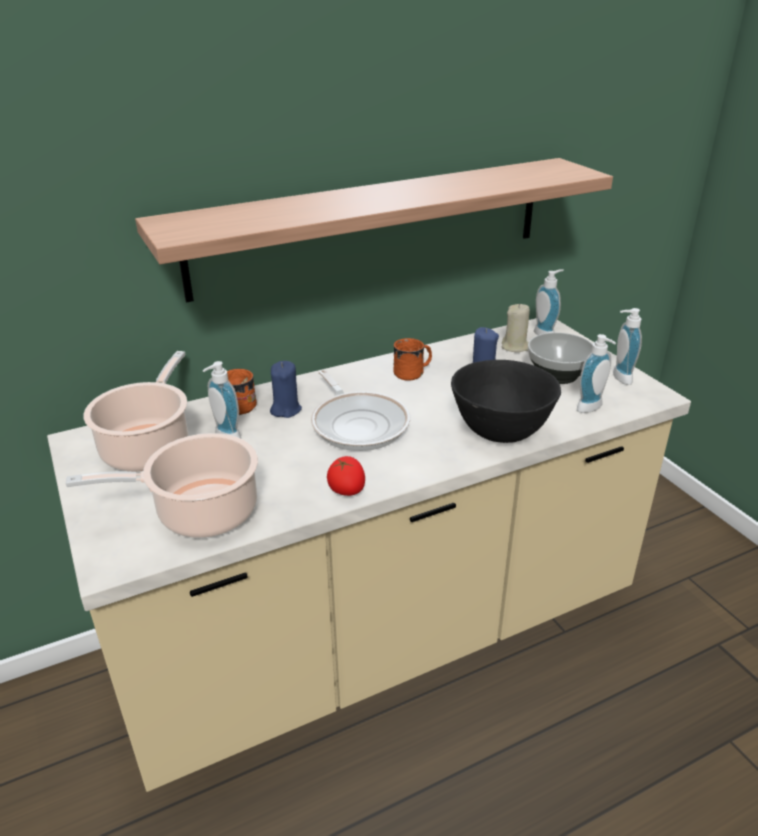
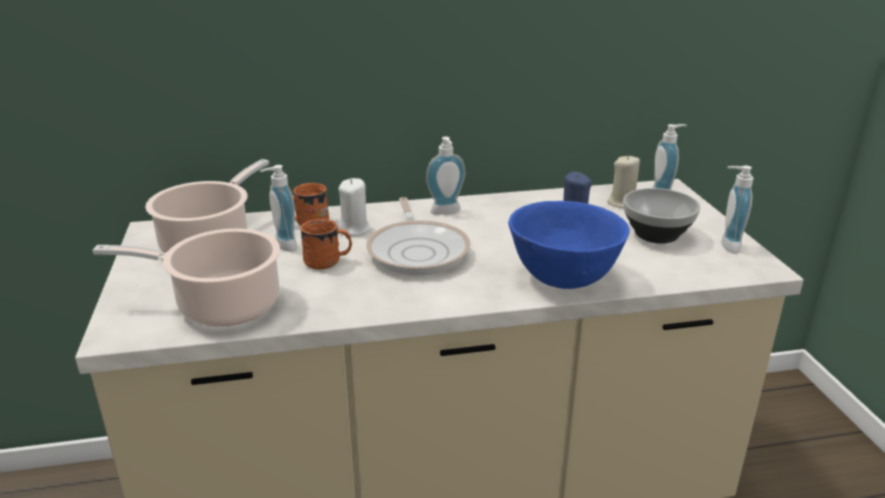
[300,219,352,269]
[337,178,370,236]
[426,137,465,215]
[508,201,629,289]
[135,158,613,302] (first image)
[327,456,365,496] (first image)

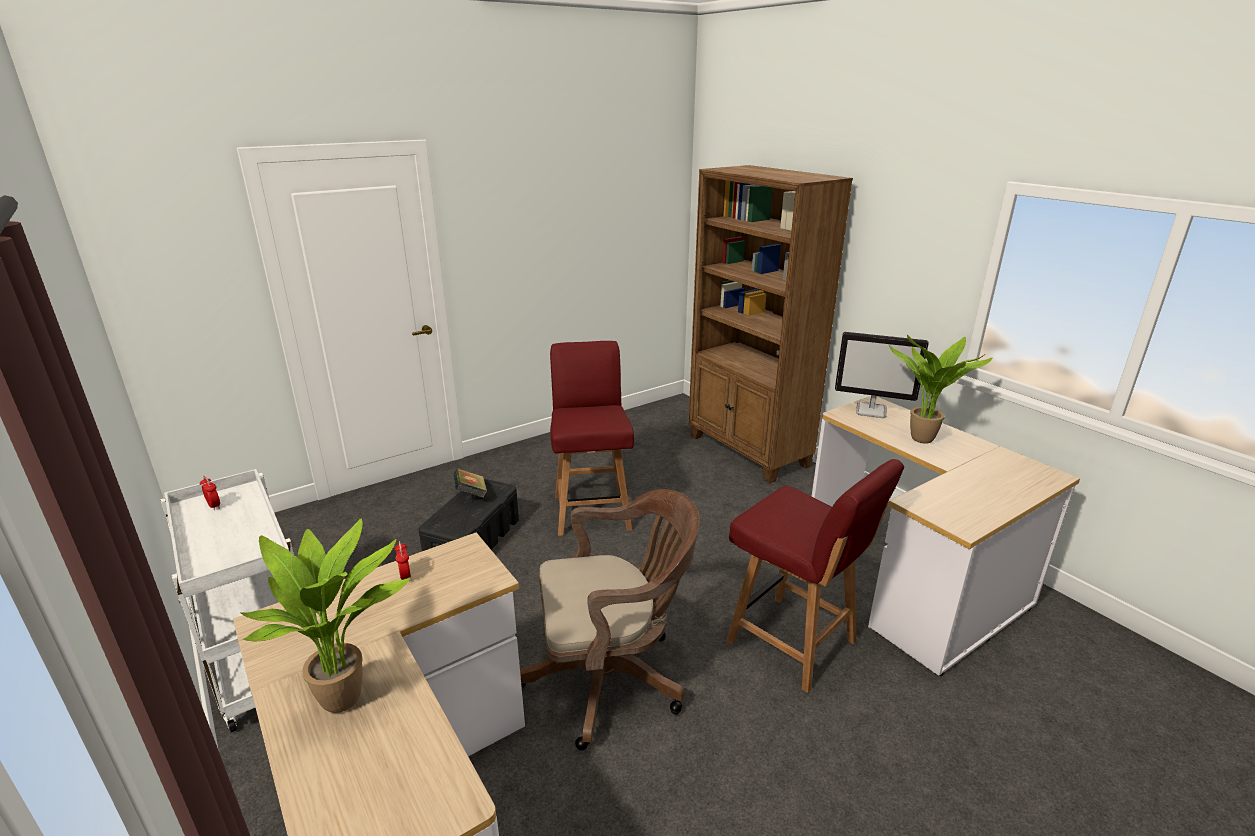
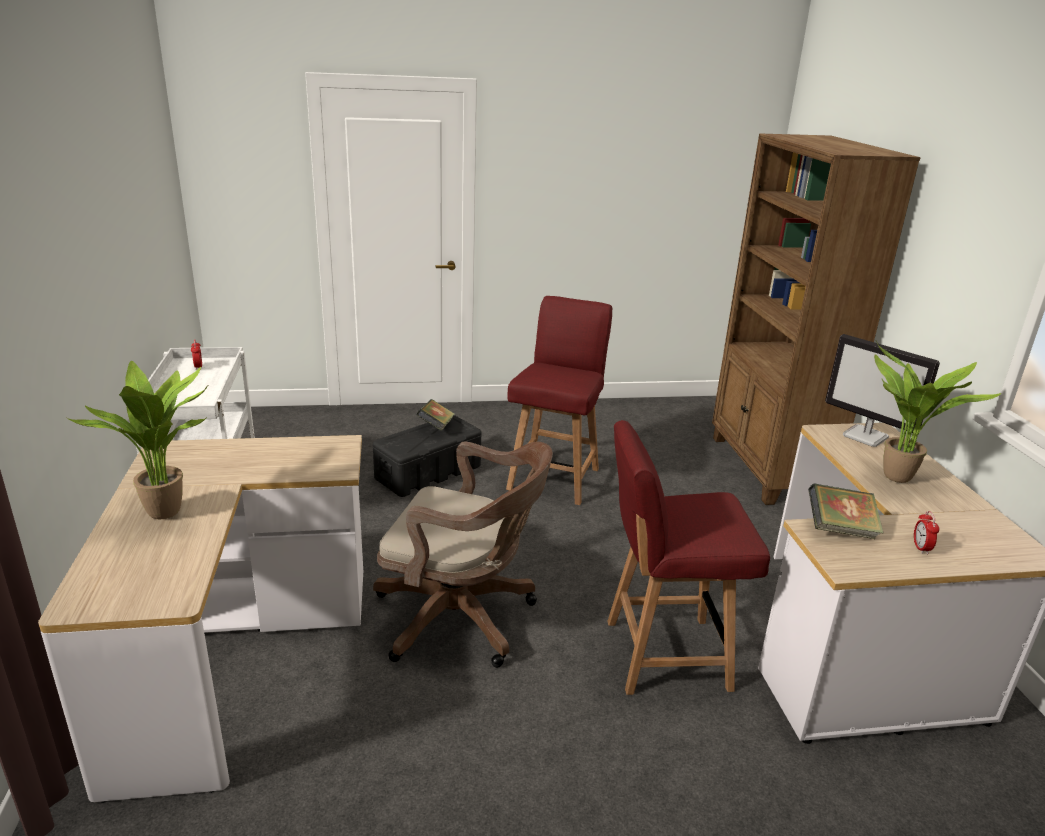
[607,420,770,695]
[808,483,884,539]
[914,511,939,554]

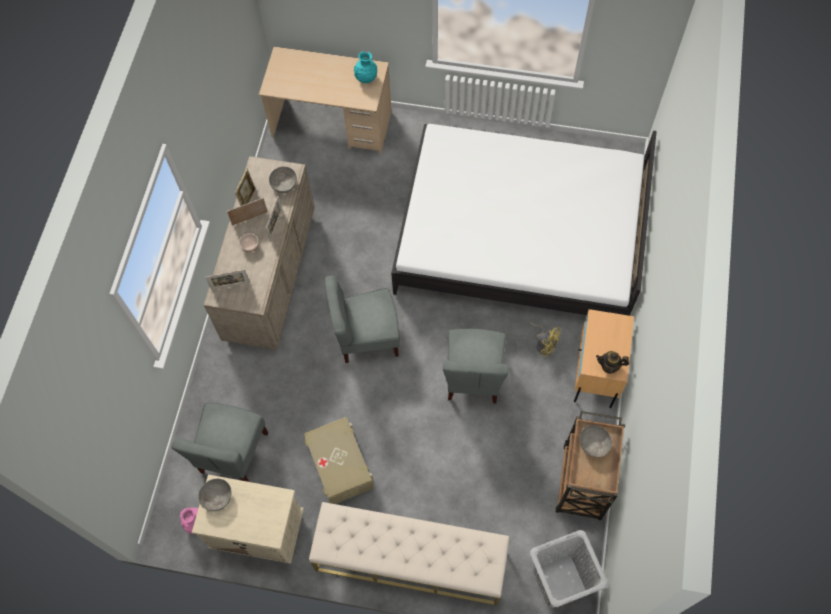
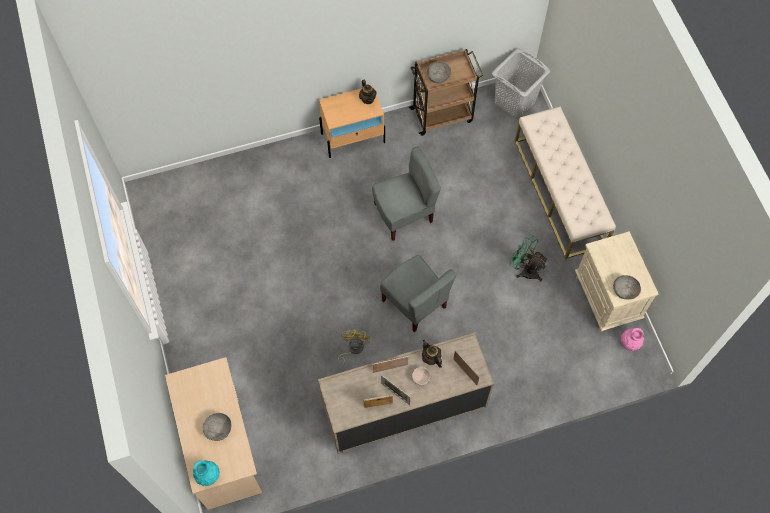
[193,460,220,486]
[203,413,231,441]
[338,329,370,369]
[422,340,442,368]
[509,235,548,281]
[172,403,268,482] (first image)
[391,124,657,316] (first image)

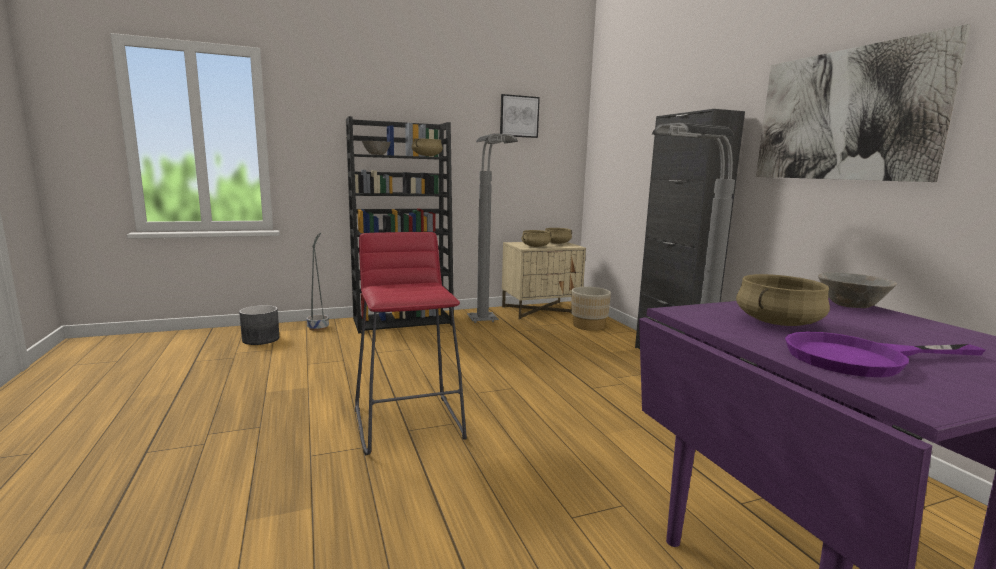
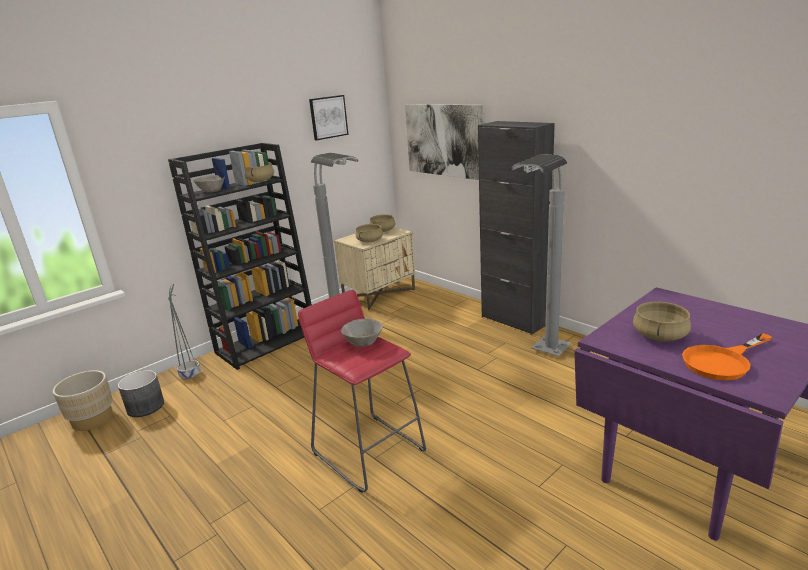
[53,370,113,431]
[341,319,383,347]
[405,104,485,180]
[682,333,772,380]

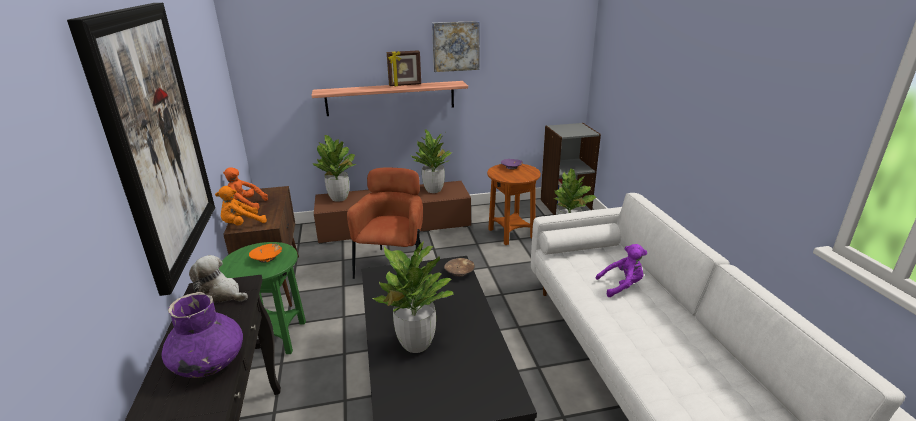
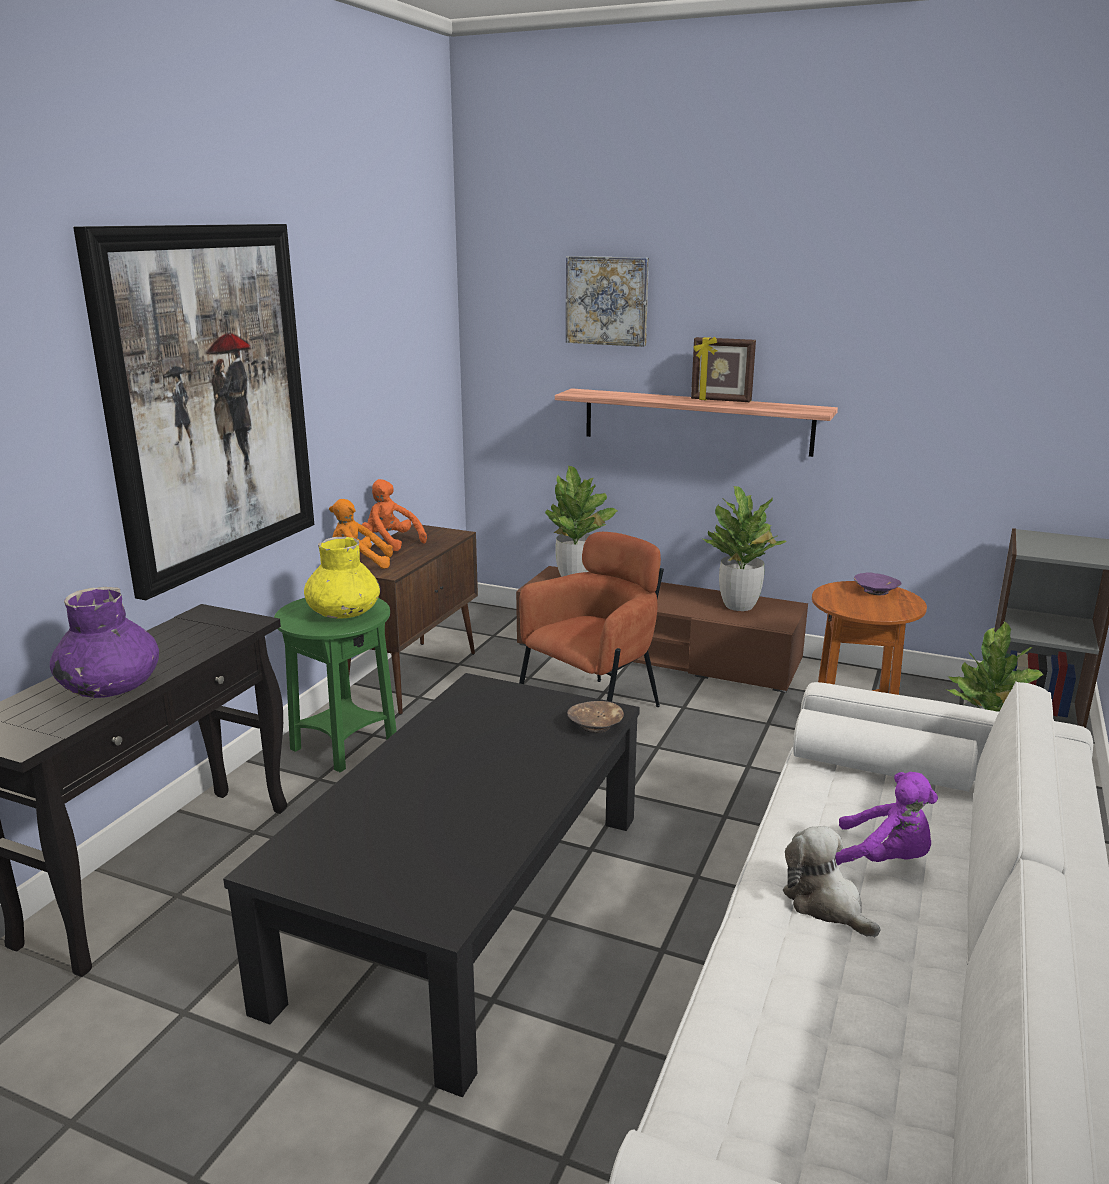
[304,537,380,619]
[566,256,649,347]
[783,826,880,937]
[371,241,454,353] (first image)

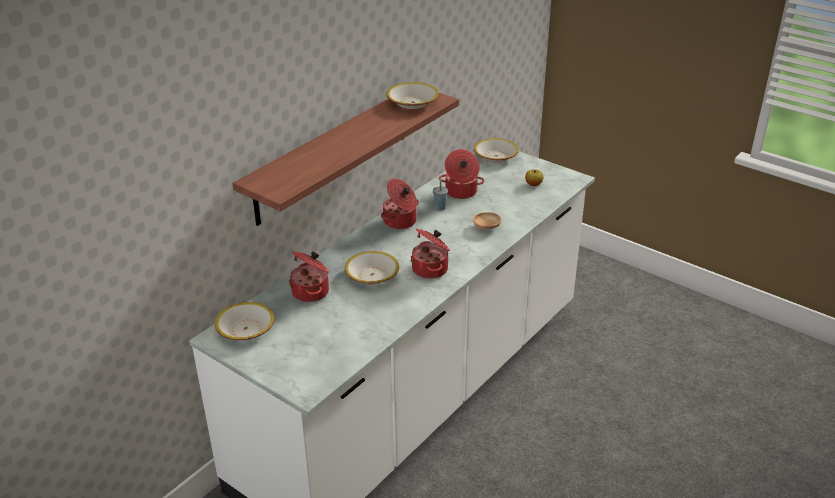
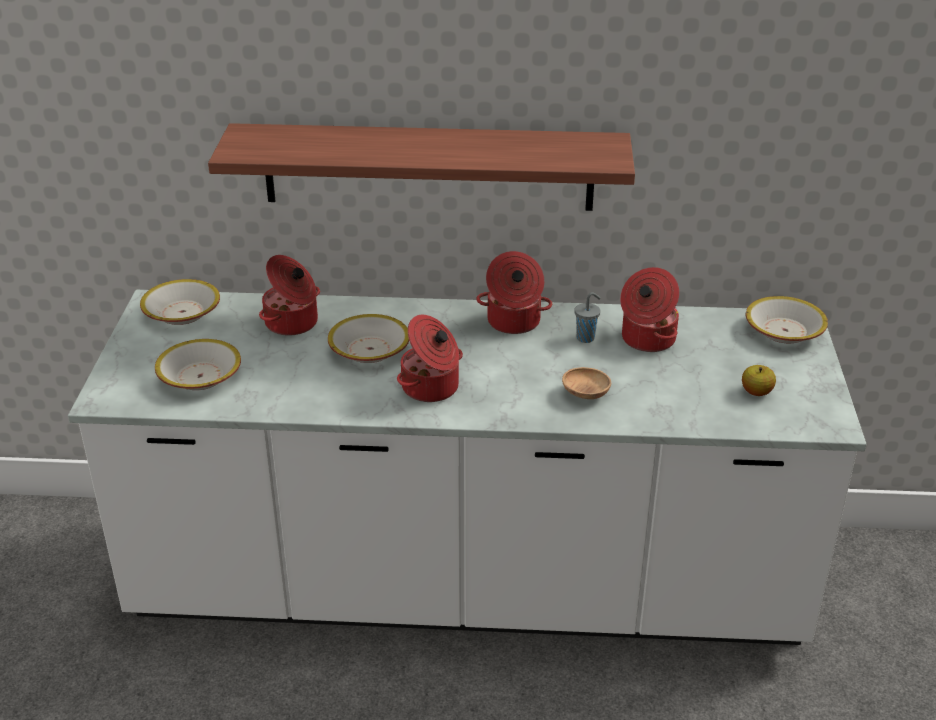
[155,339,241,390]

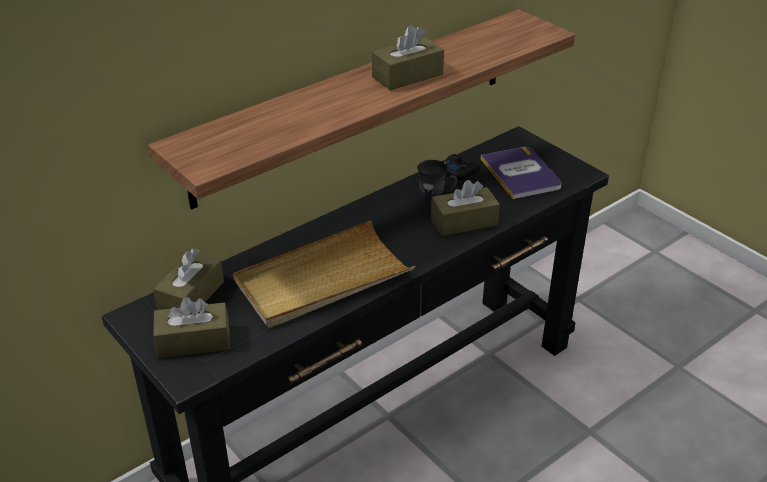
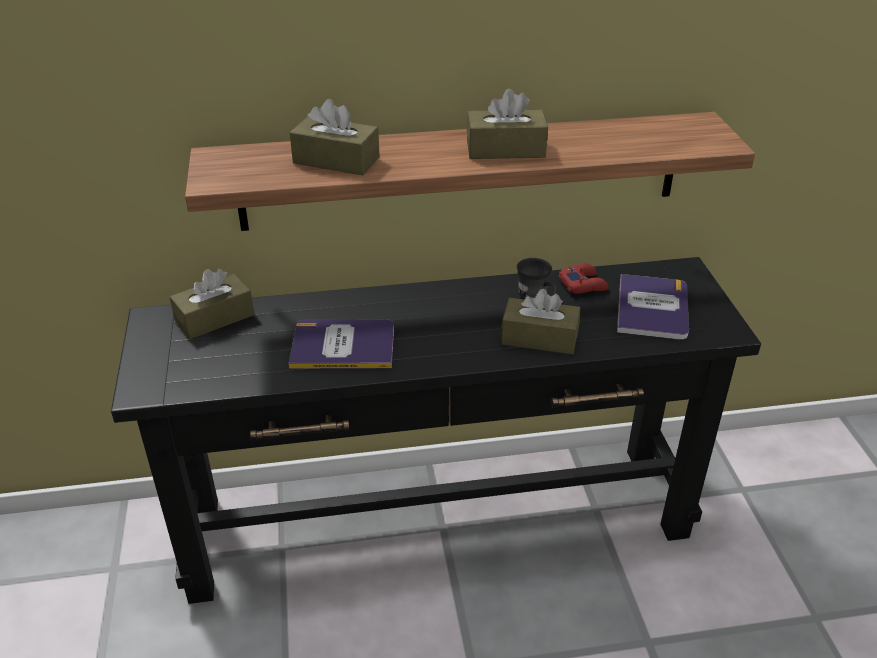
[289,319,394,368]
[290,99,380,175]
[558,263,609,294]

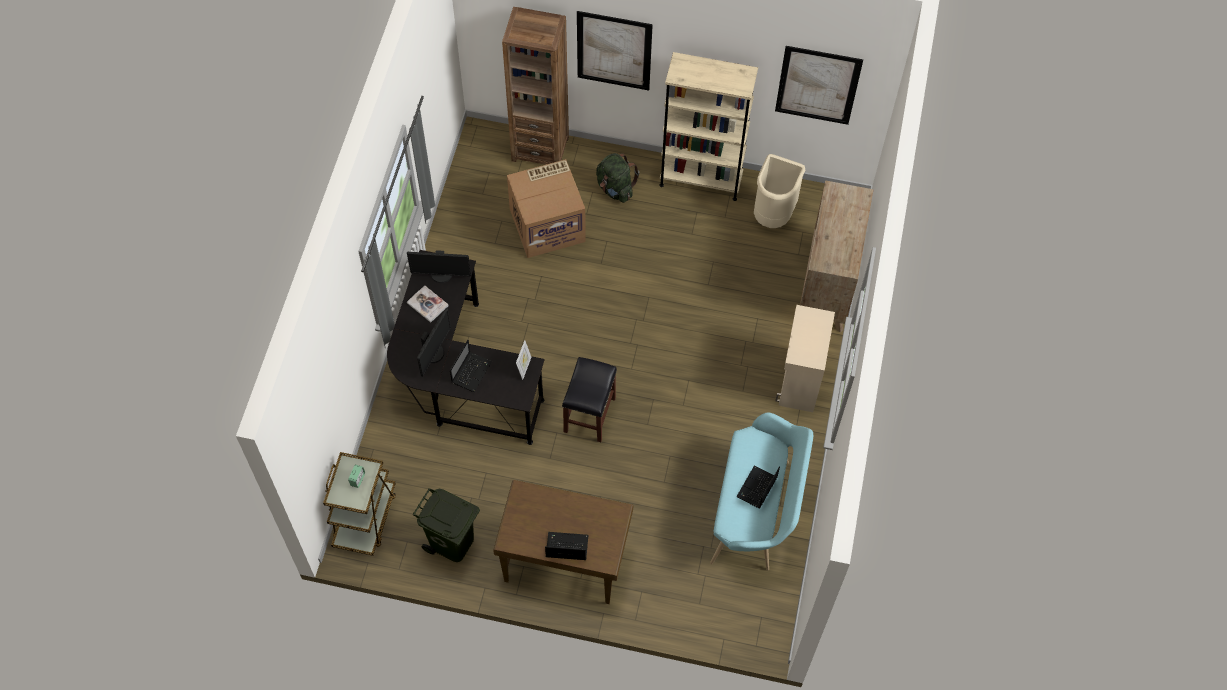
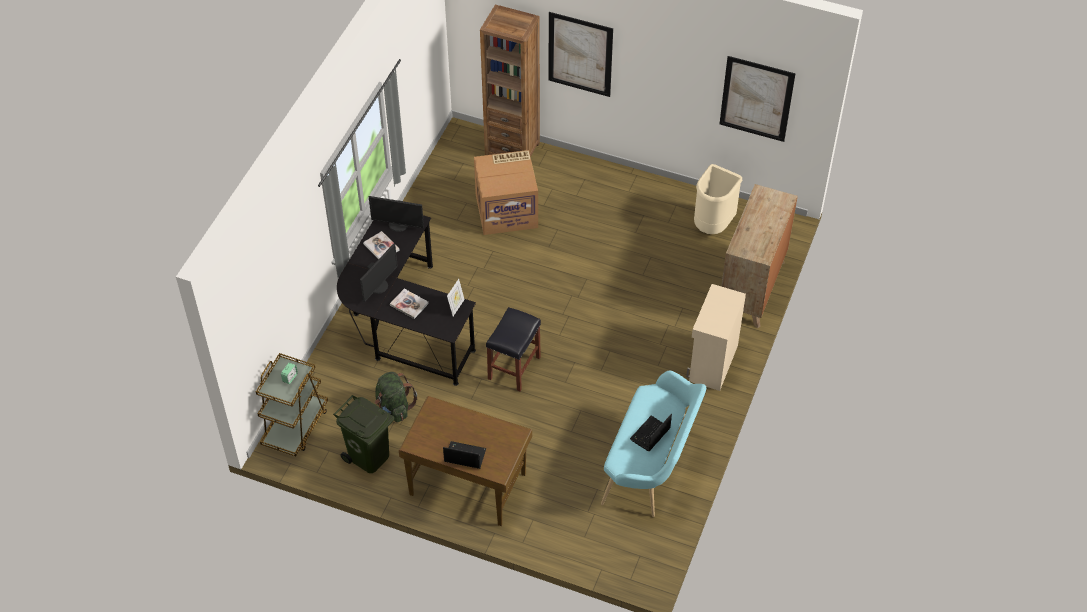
[375,372,417,423]
[390,289,429,319]
[659,52,758,201] (first image)

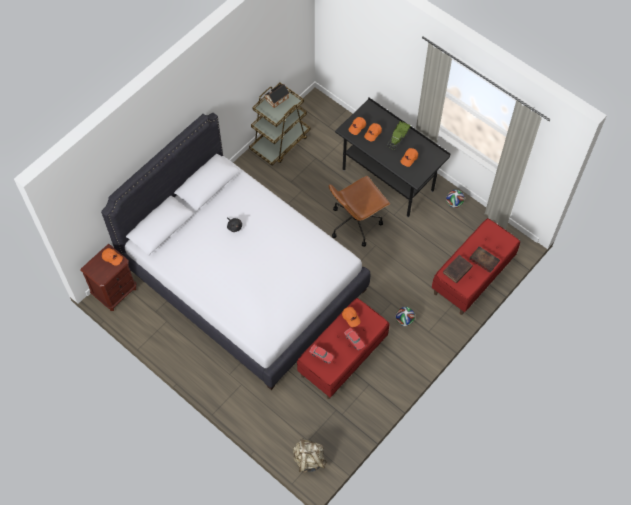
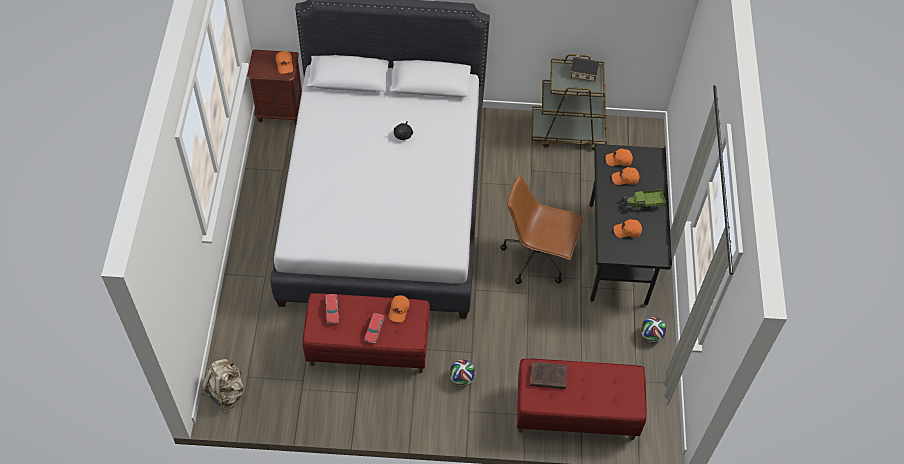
[470,246,500,273] (first image)

